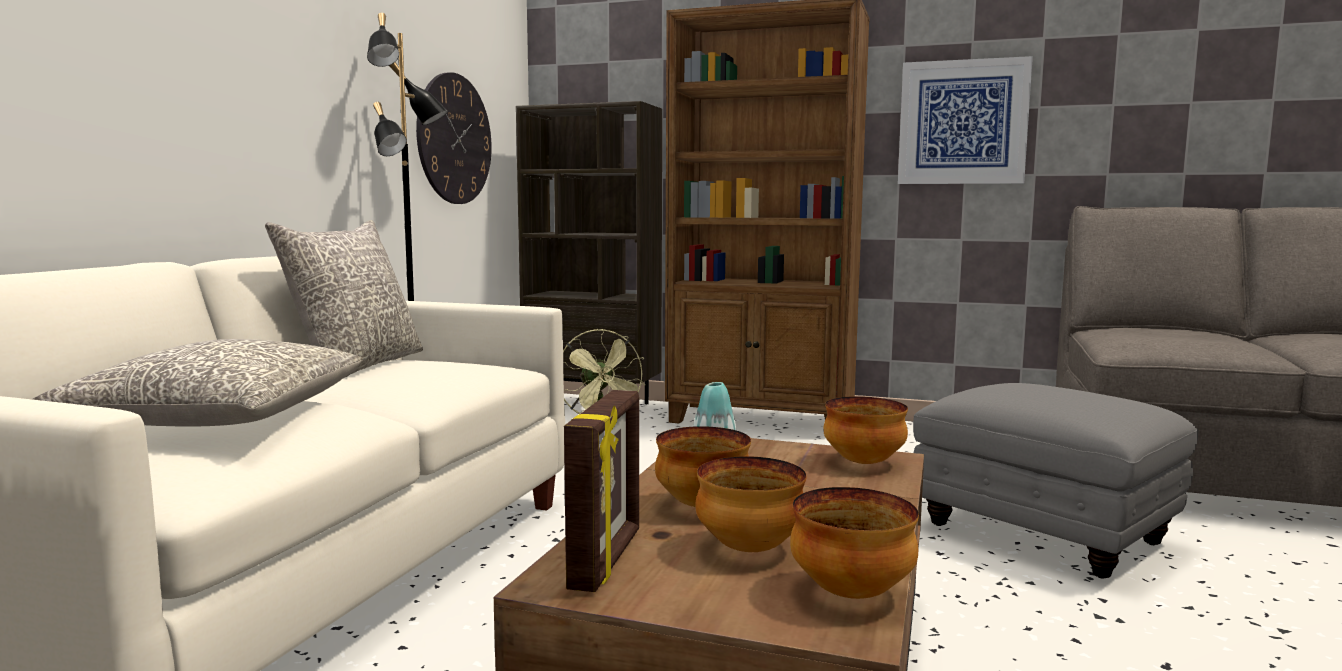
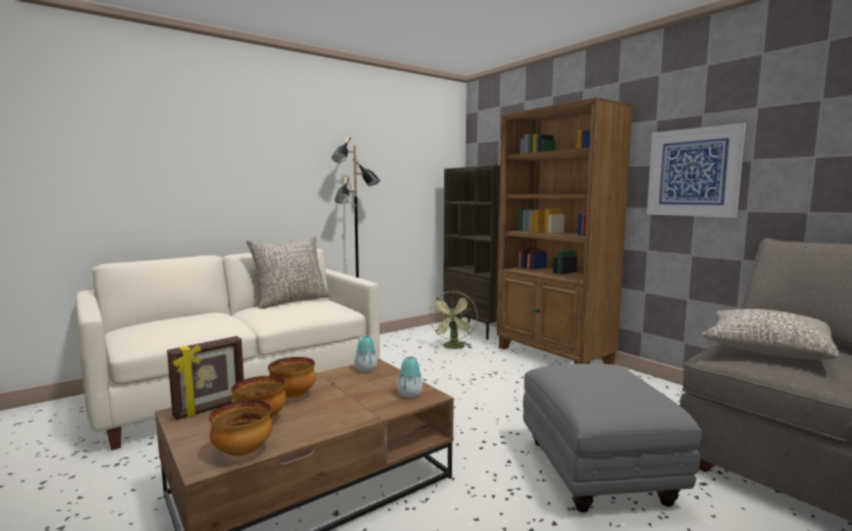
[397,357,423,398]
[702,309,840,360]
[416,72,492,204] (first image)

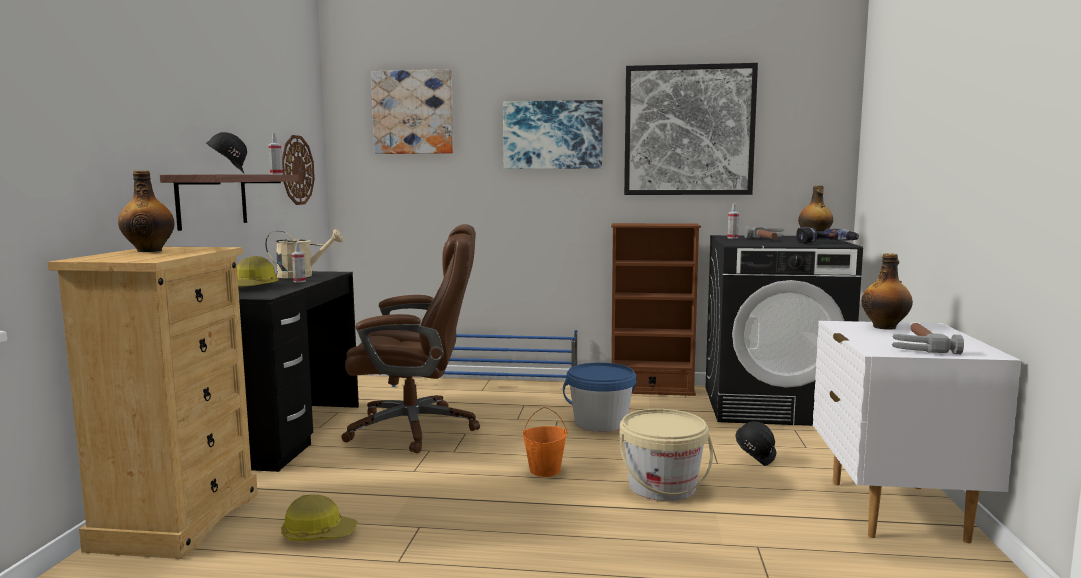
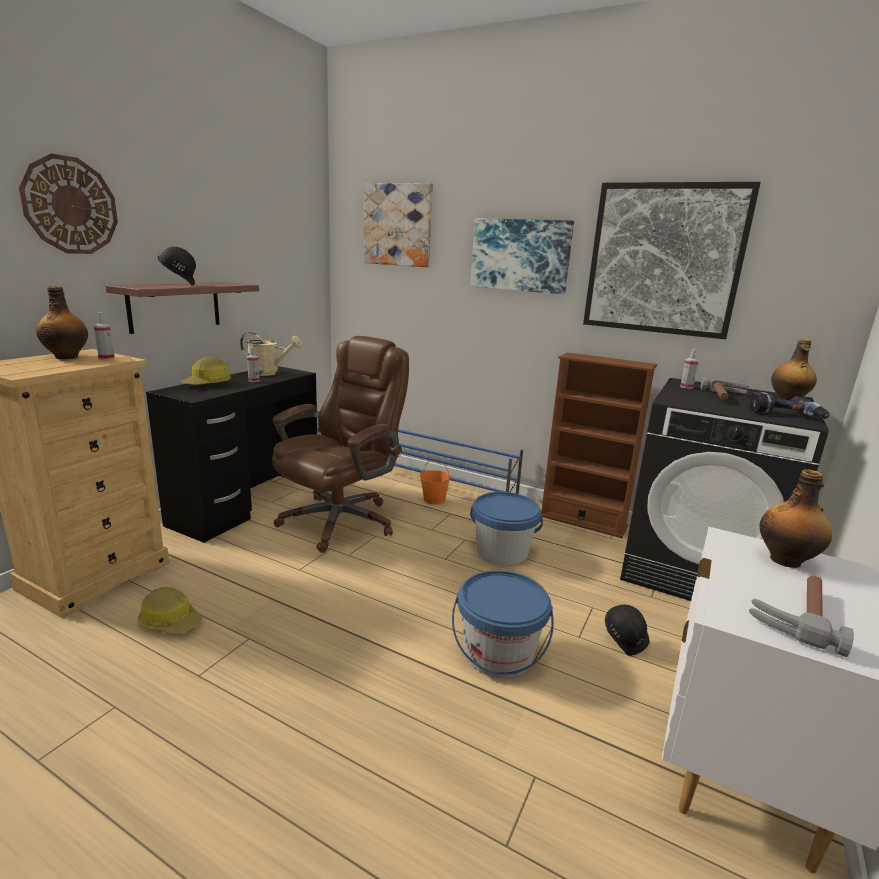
[19,153,118,254]
[93,312,115,360]
[272,336,409,553]
[420,458,451,505]
[452,570,554,678]

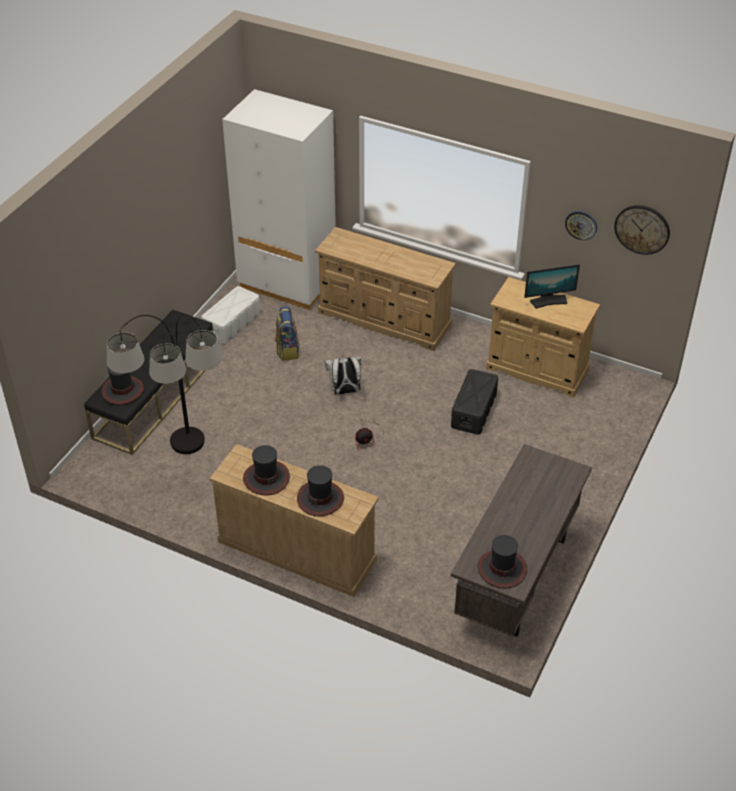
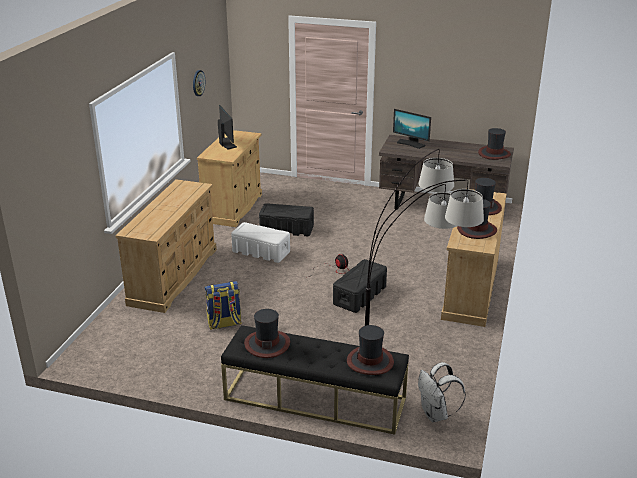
[231,222,290,263]
[244,309,290,358]
[333,259,387,313]
[393,109,431,149]
[418,362,466,422]
[222,89,336,310] (first image)
[614,205,670,255] (first image)

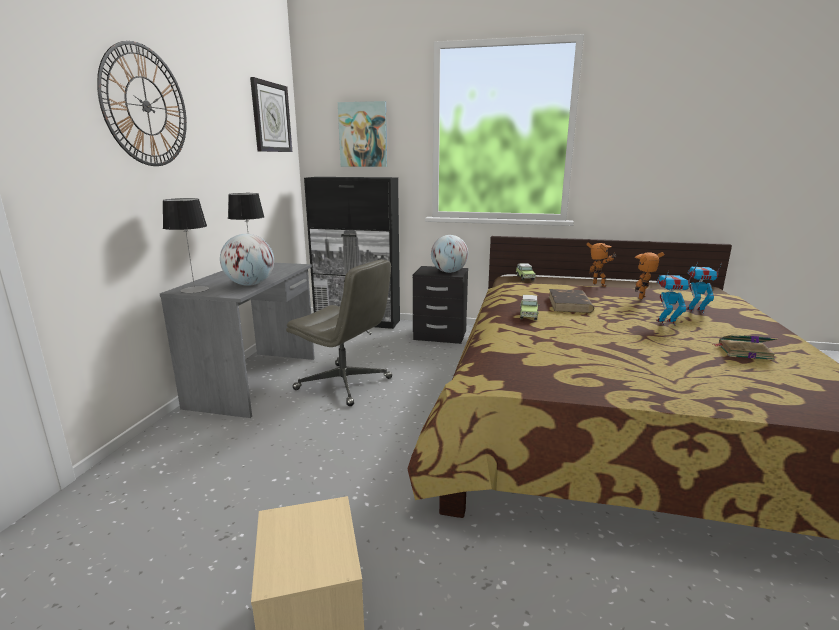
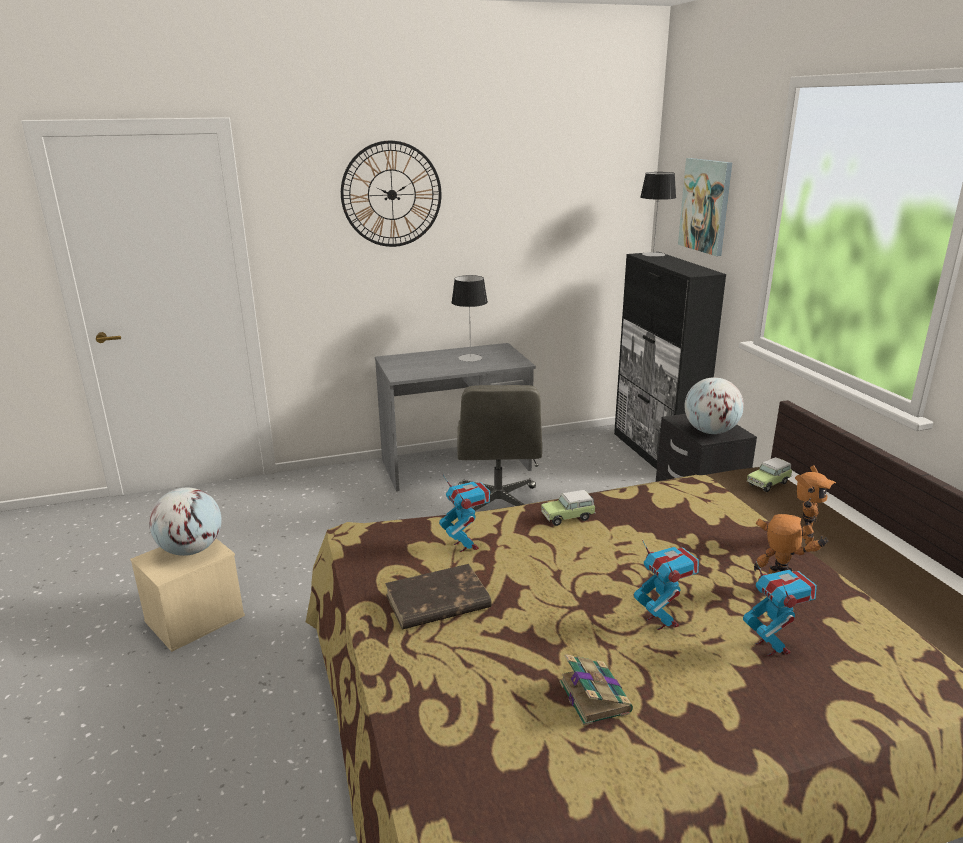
[149,488,222,556]
[385,564,492,629]
[439,475,490,552]
[640,172,676,257]
[250,77,292,152] (first image)

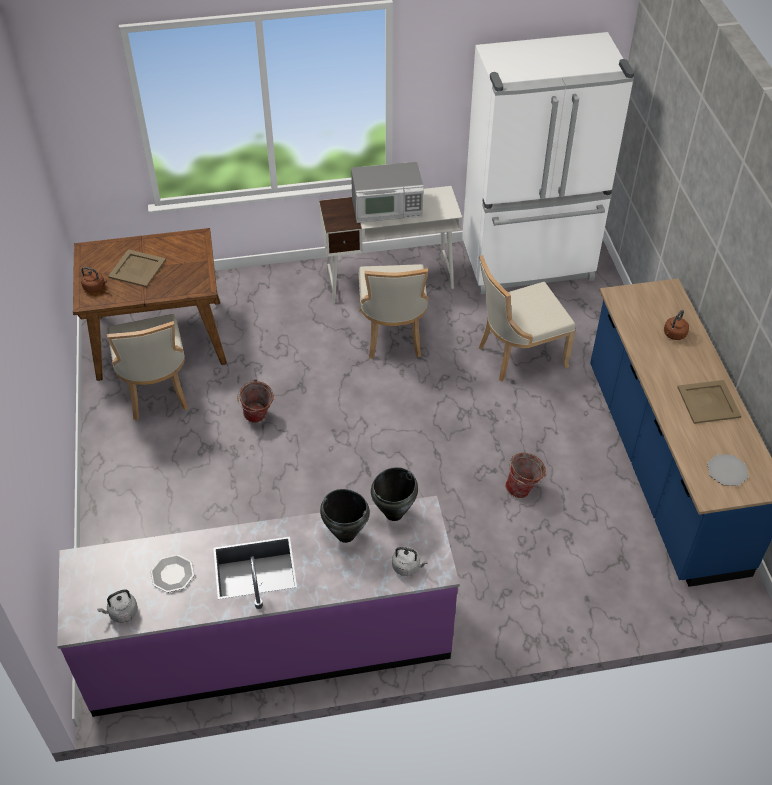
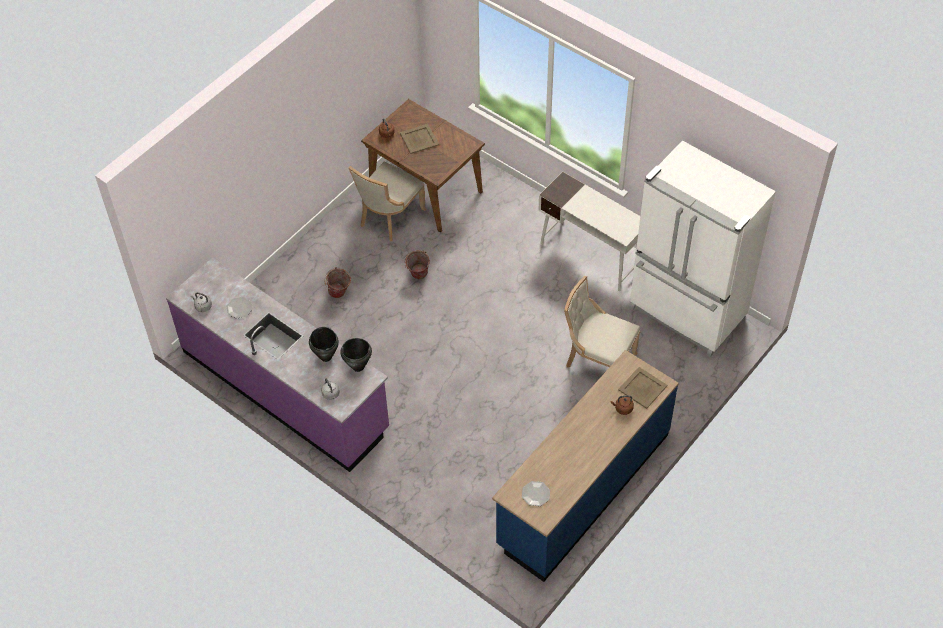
[324,267,351,298]
[618,367,667,409]
[351,162,423,223] (first image)
[359,264,429,359] (first image)

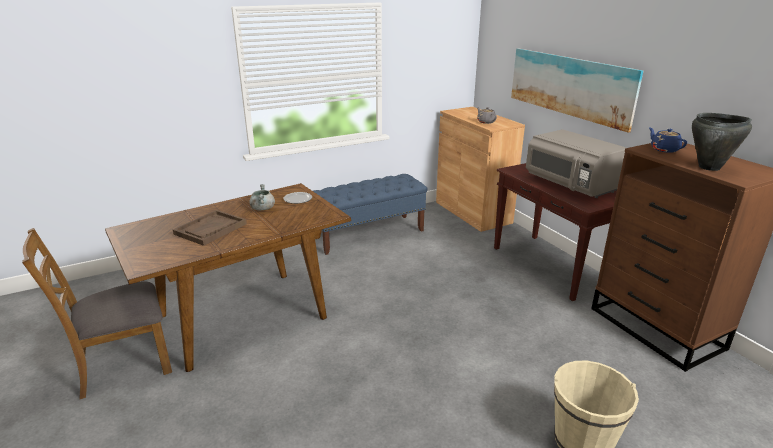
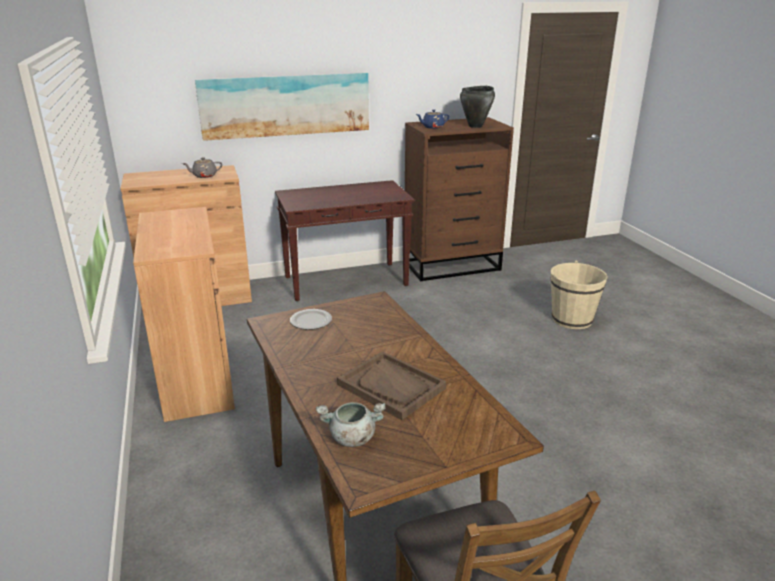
[133,207,235,422]
[316,402,385,447]
[526,129,626,198] (first image)

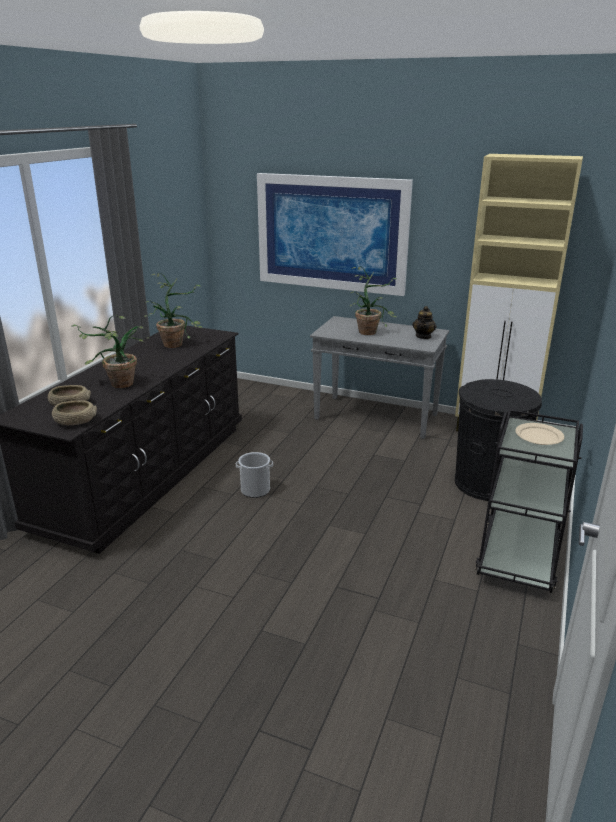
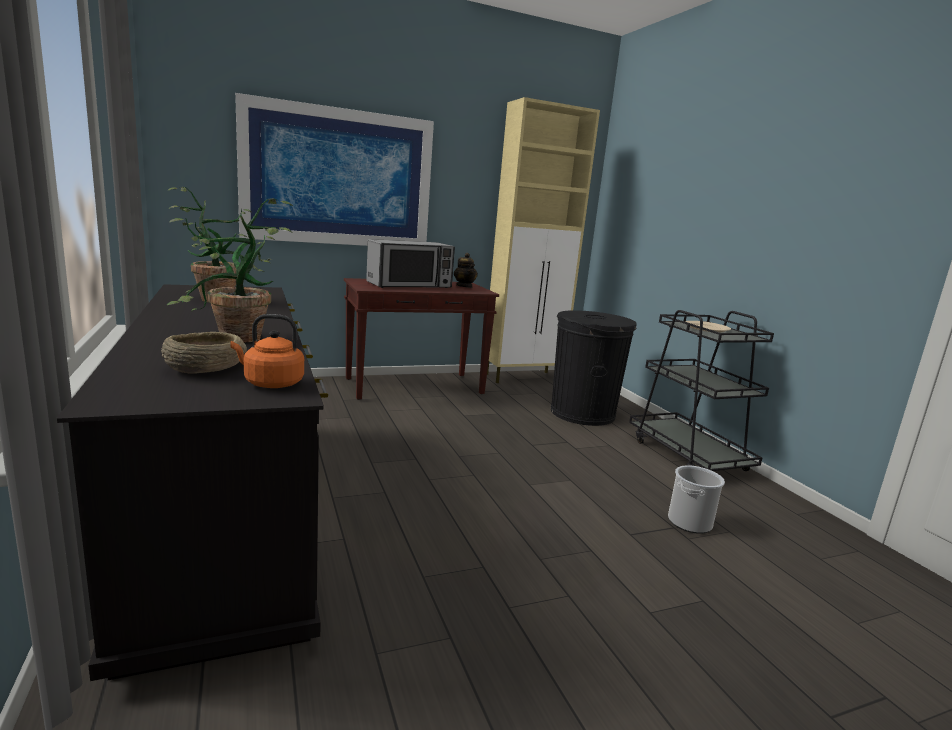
[230,314,304,388]
[344,278,499,400]
[366,239,455,288]
[668,465,725,534]

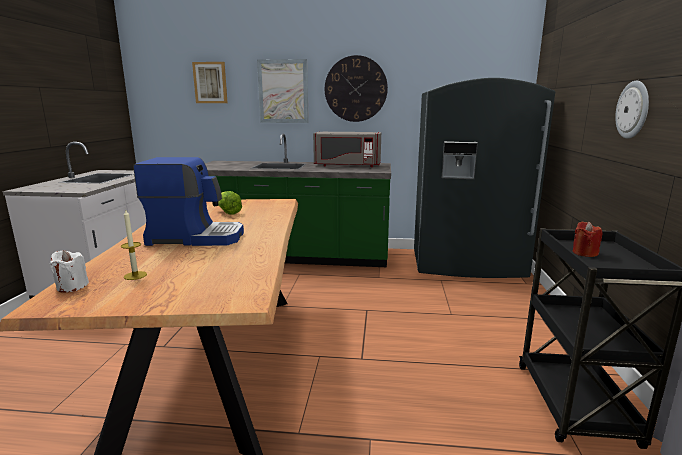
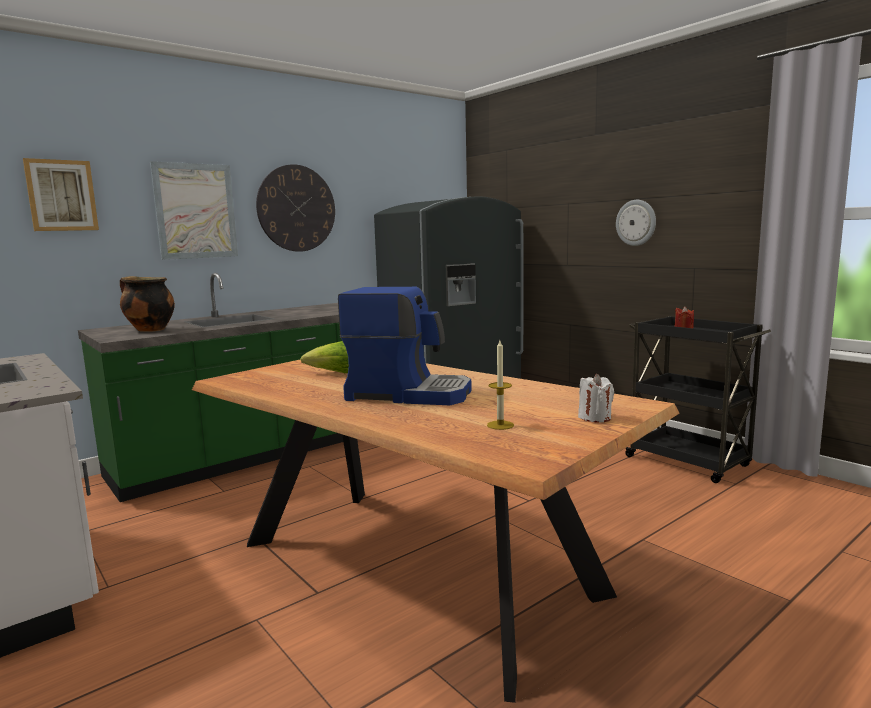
[120,276,175,332]
[338,287,472,405]
[578,374,614,423]
[313,132,381,167] (first image)

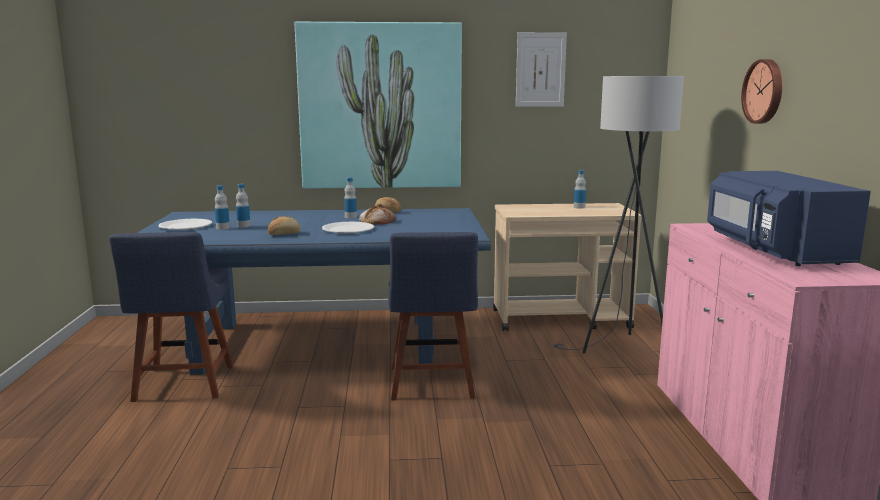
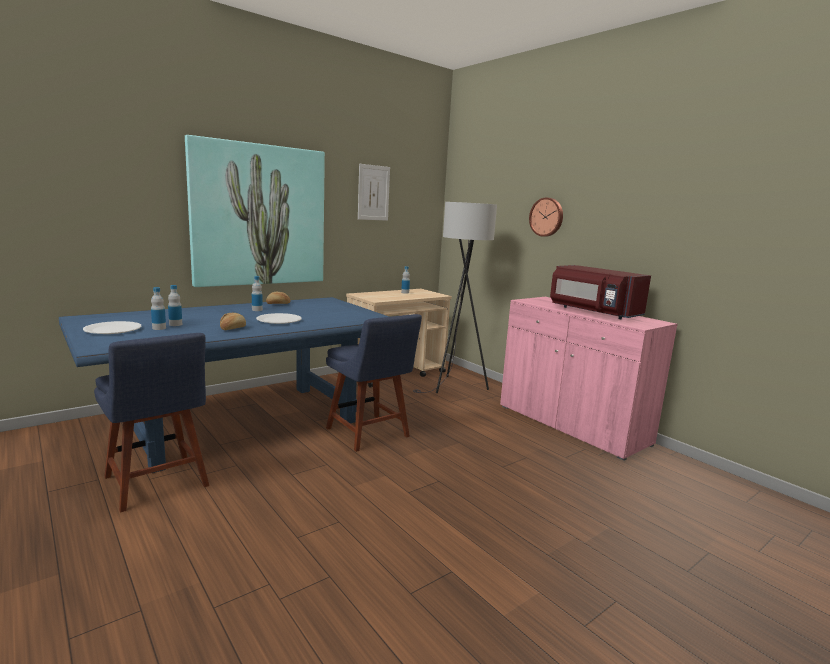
[550,265,651,319]
[359,204,396,225] (first image)

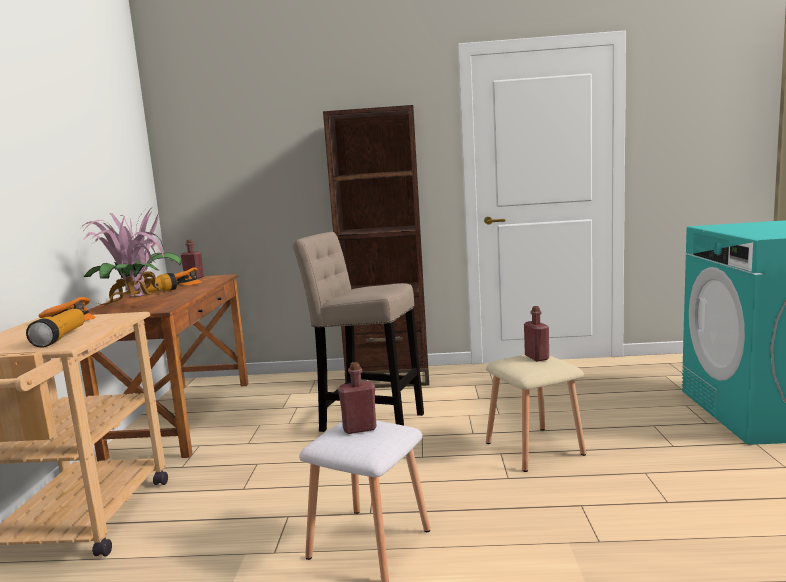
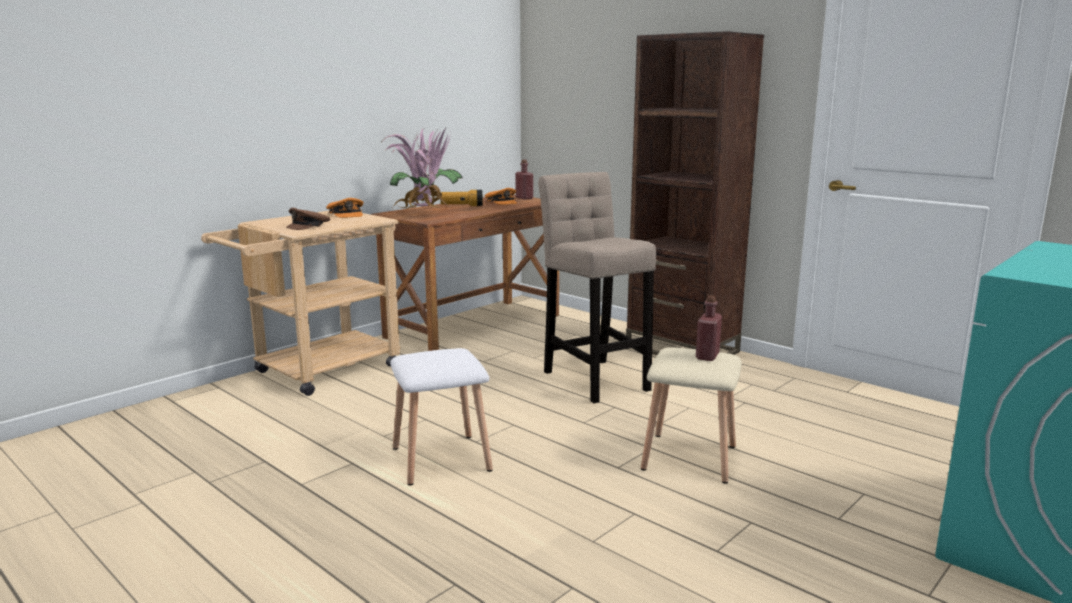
[286,208,330,230]
[338,362,377,434] (first image)

